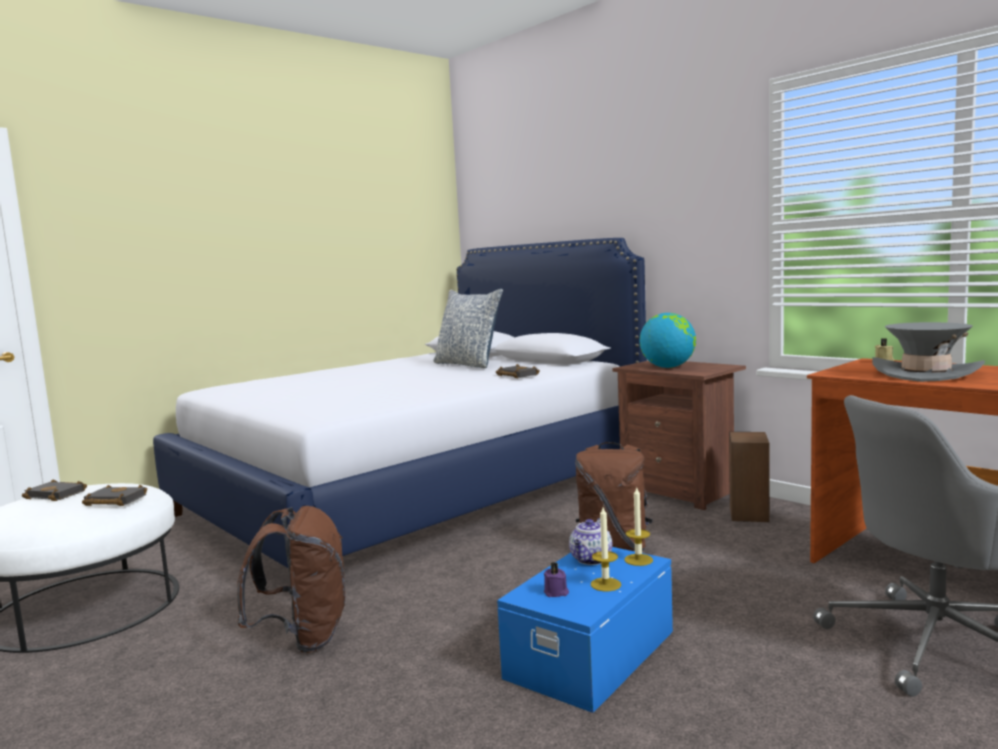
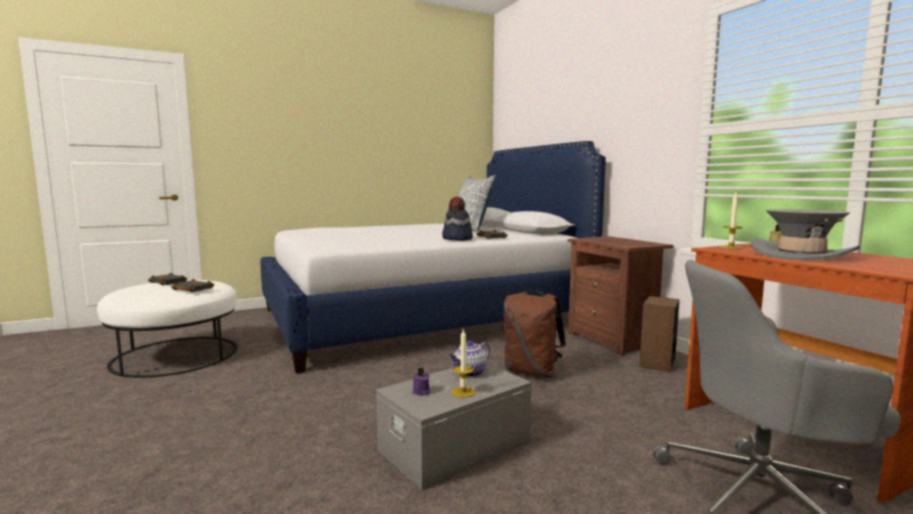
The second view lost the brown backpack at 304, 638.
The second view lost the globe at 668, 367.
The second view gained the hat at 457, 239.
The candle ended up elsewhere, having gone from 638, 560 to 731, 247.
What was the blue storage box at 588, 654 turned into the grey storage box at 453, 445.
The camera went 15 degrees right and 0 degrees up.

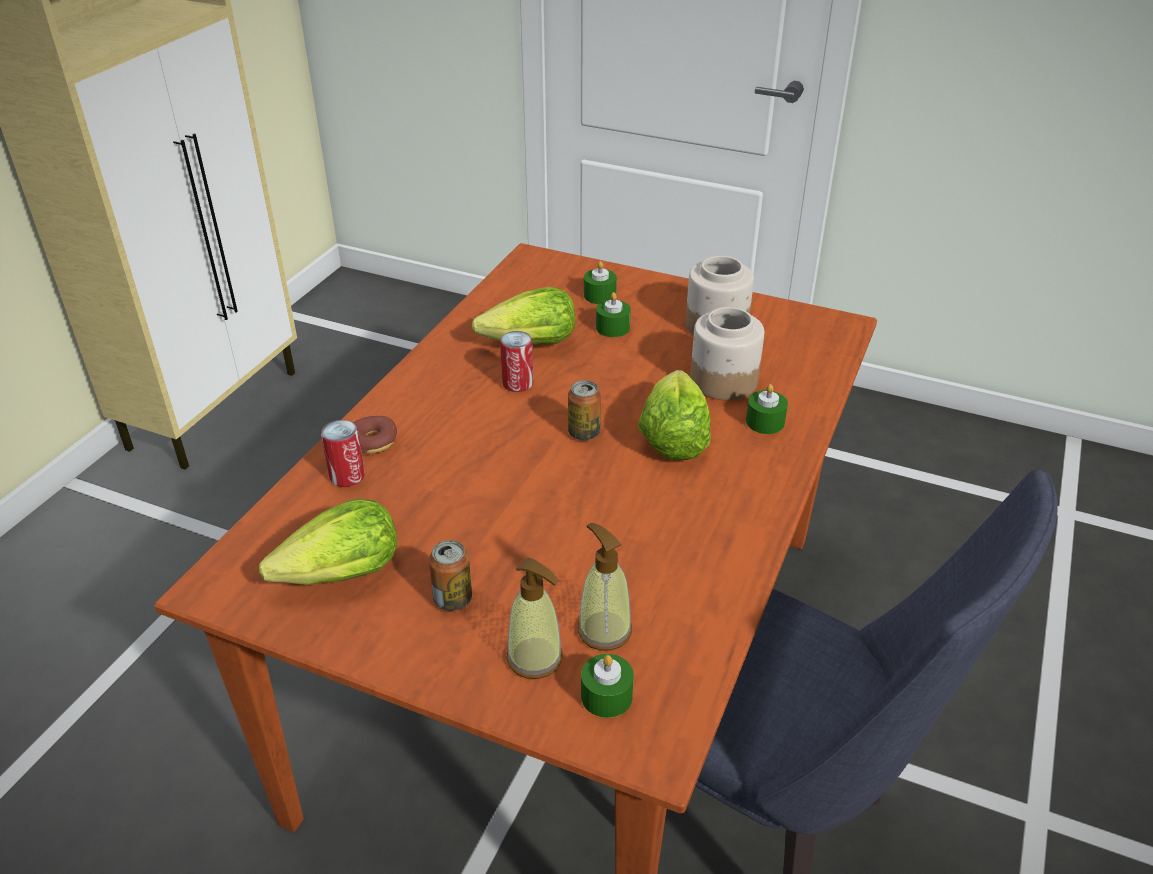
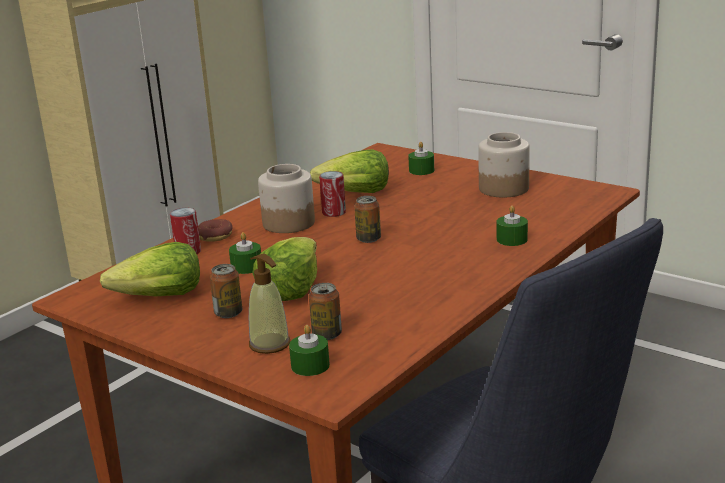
The green candle ended up elsewhere, having gone from 612, 328 to 246, 267.
The lettuce ended up elsewhere, having gone from 673, 437 to 290, 289.
The jar ended up elsewhere, having gone from 722, 381 to 288, 223.
Where the soap dispenser stood at 604, 630, the can came to stand at 327, 335.
The camera went 15 degrees right and 15 degrees down.

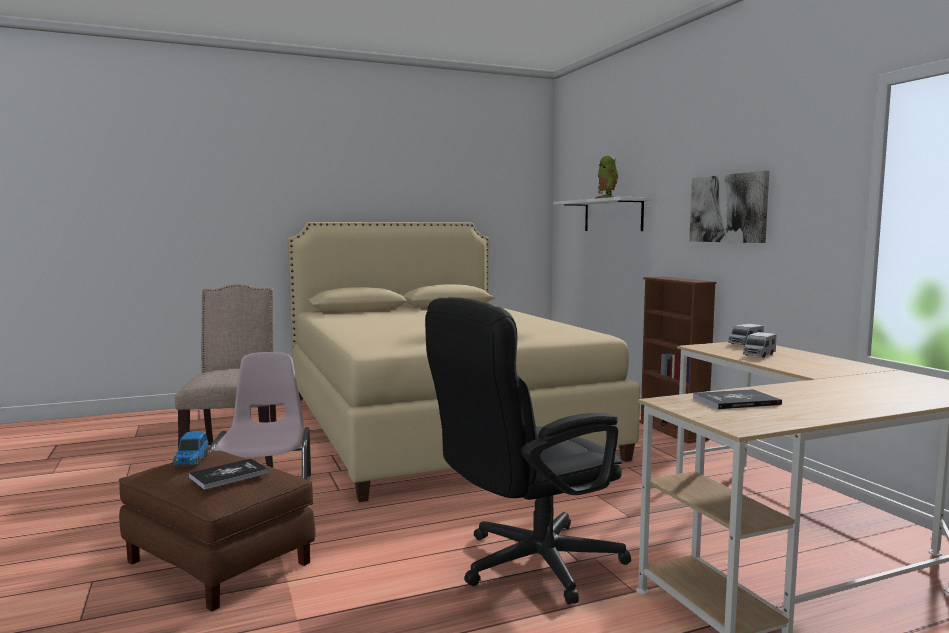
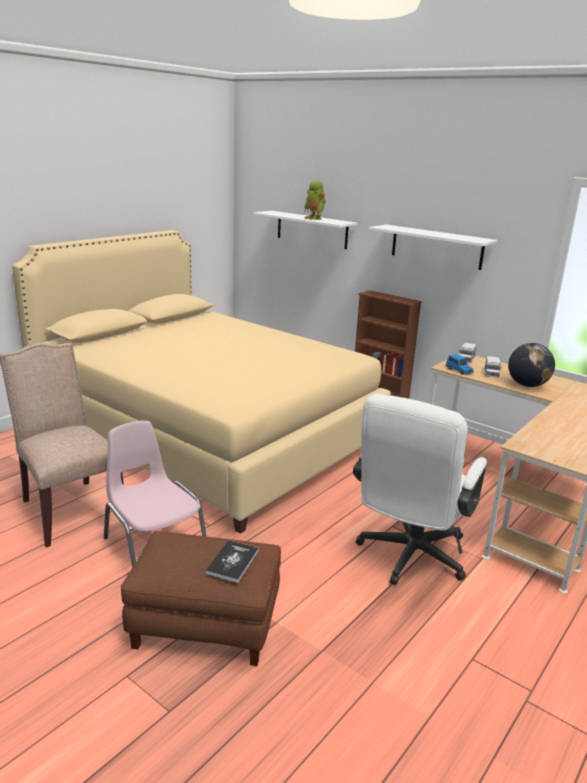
The second view lost the book at 736, 401.
The second view gained the globe at 527, 385.
The toy car ended up elsewhere, having gone from 191, 461 to 459, 371.
Where the picture hung at 728, 208, the white shelf came to hang at 436, 247.
What was the black office chair at 526, 566 turned into the white office chair at 409, 558.
The camera went 30 degrees left and 15 degrees up.

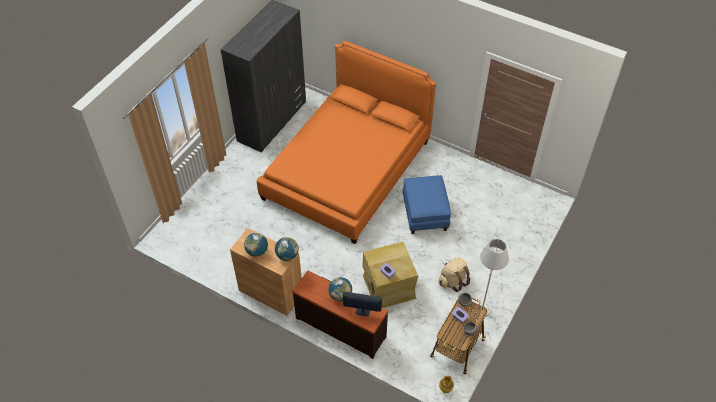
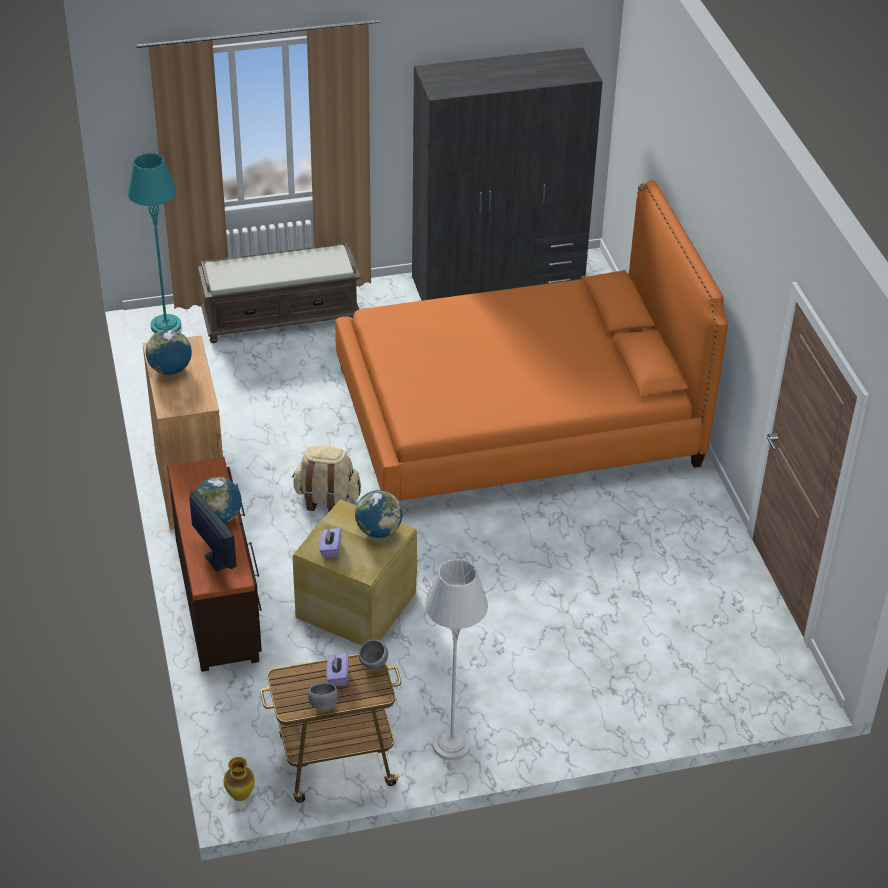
The second view lost the blue ottoman at 425, 214.
The second view gained the turquoise floor lamp at 165, 325.
The second view gained the brown bench at 282, 318.
The globe ended up elsewhere, having gone from 287, 255 to 378, 530.
The beige backpack ended up elsewhere, having gone from 453, 281 to 326, 498.
The camera went 45 degrees right and 10 degrees down.

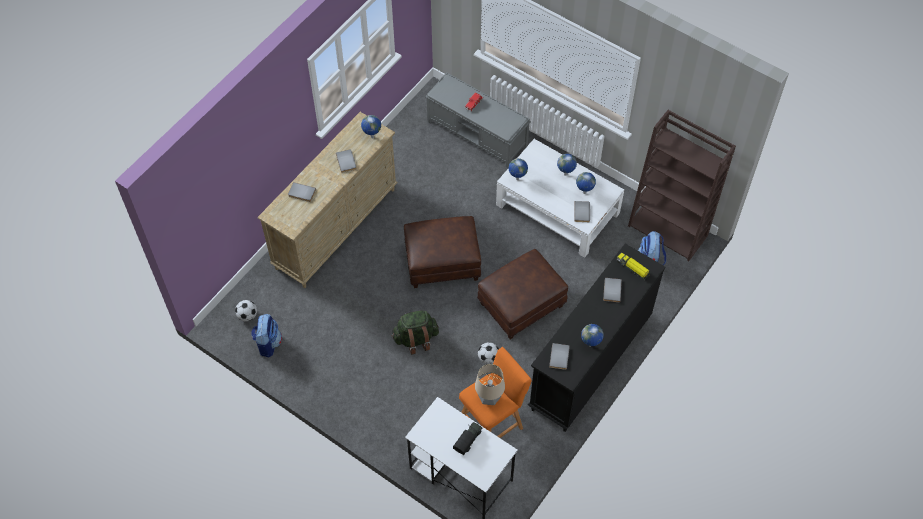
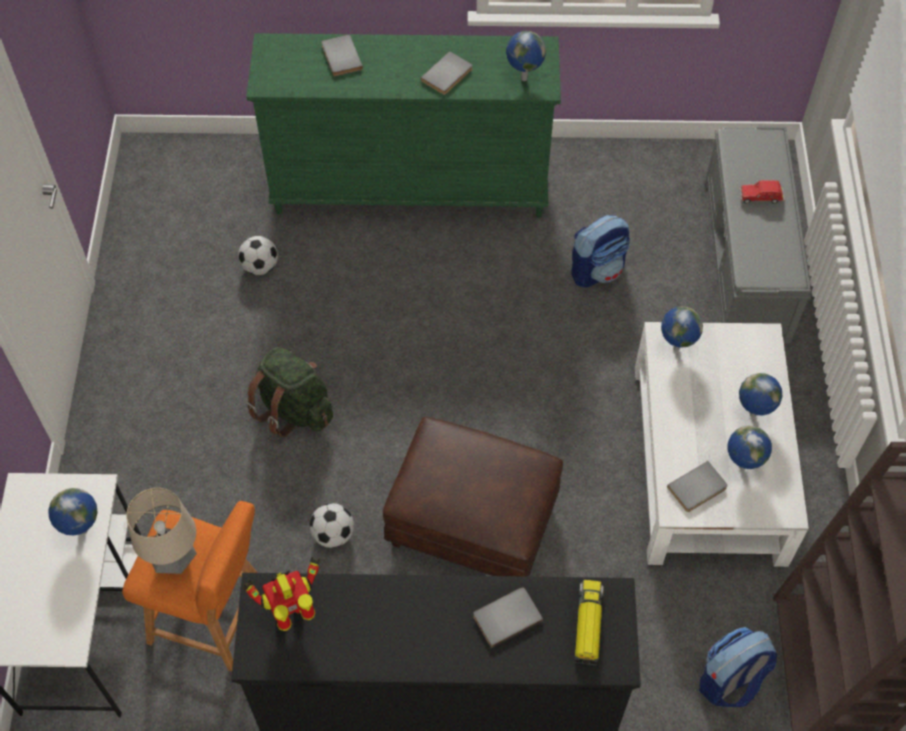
The second view lost the brown ottoman at 442, 264.
The second view lost the toy truck at 468, 440.
The football ended up elsewhere, having gone from 247, 315 to 260, 267.
The backpack ended up elsewhere, having gone from 268, 343 to 597, 270.
The globe ended up elsewhere, having gone from 590, 345 to 83, 531.
Where the grey book stood at 560, 357, the toy robot came to stand at 292, 613.
What was the beige dresser at 336, 228 turned into the green dresser at 411, 188.
The camera went 55 degrees right and 0 degrees up.

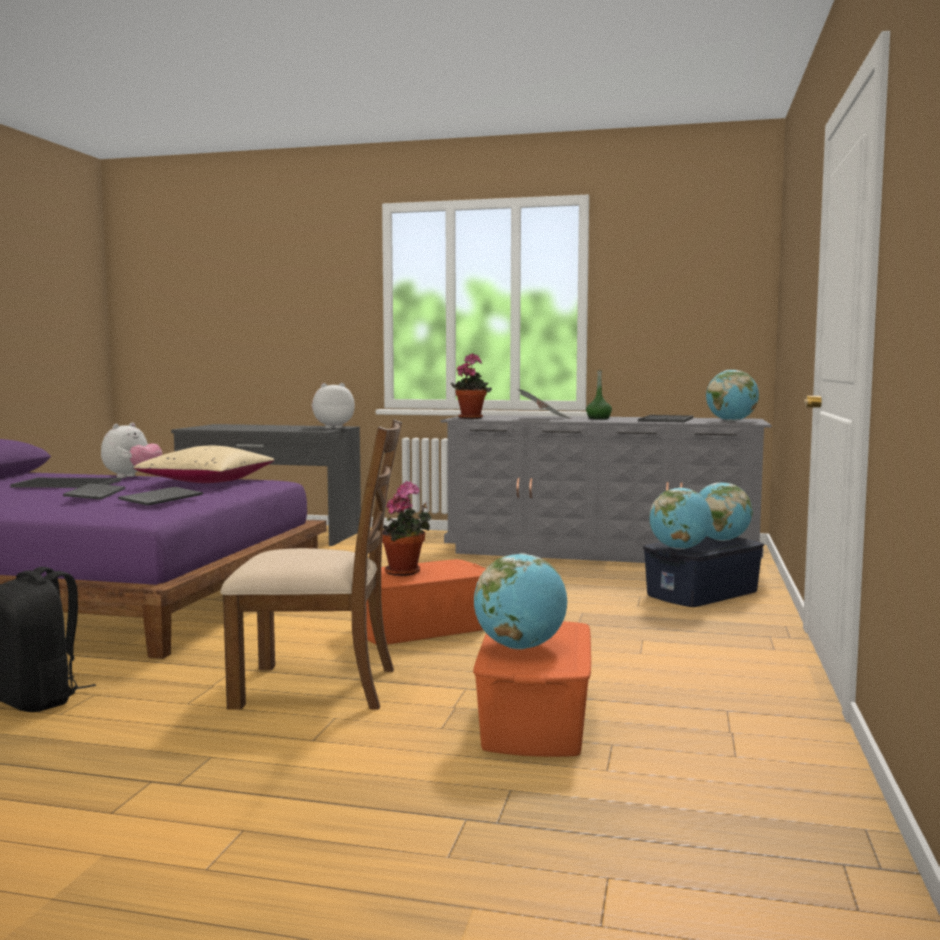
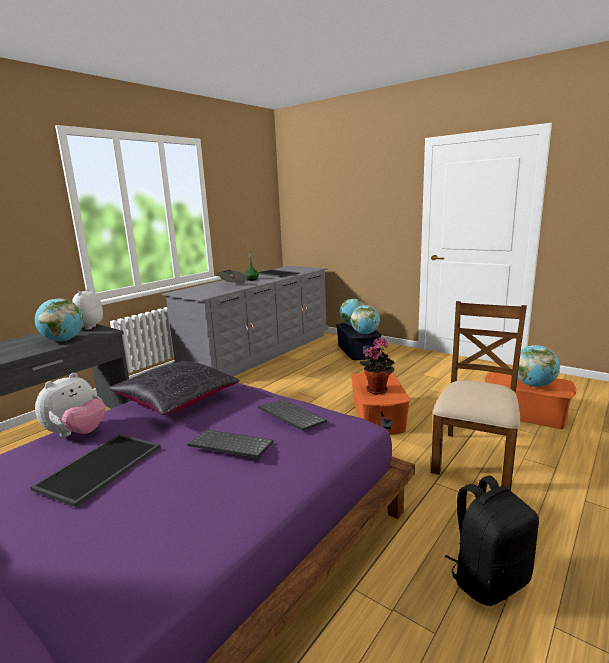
The second view lost the potted plant at 471, 418.
The globe ended up elsewhere, having gone from 731, 421 to 63, 340.
What was the beige pillow at 207, 482 turned into the black pillow at 176, 400.
The plush toy at 132, 477 ended up facing another way, 75 degrees clockwise from before.
The camera went 65 degrees left and 10 degrees up.

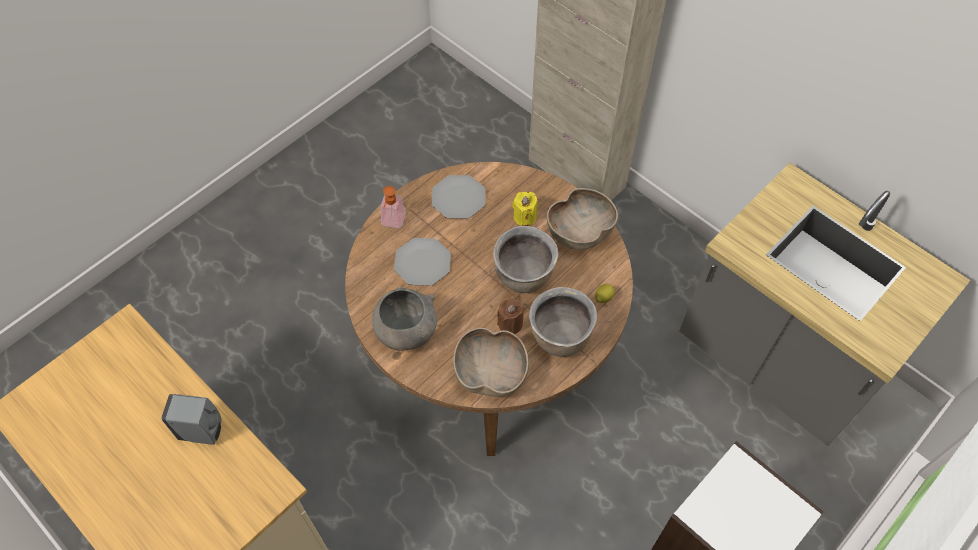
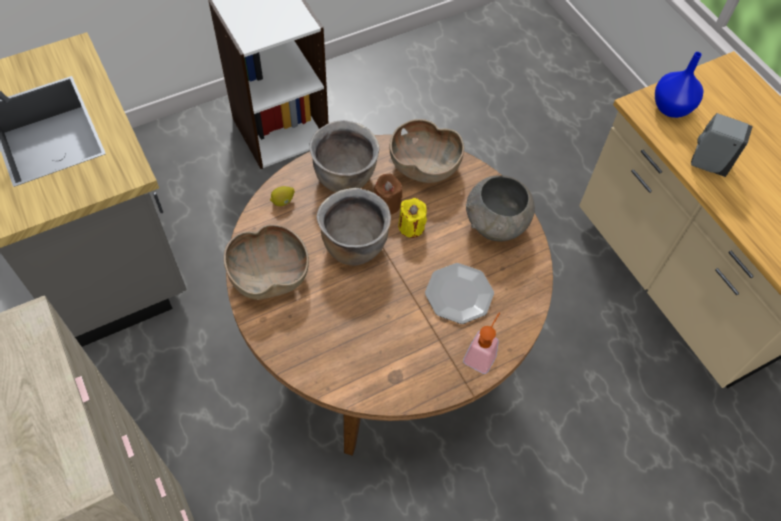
The second view lost the plate at 458, 198.
The second view gained the blue vase at 670, 108.
The yellow candle ended up elsewhere, having gone from 524, 217 to 411, 226.
The camera went 165 degrees left and 0 degrees up.

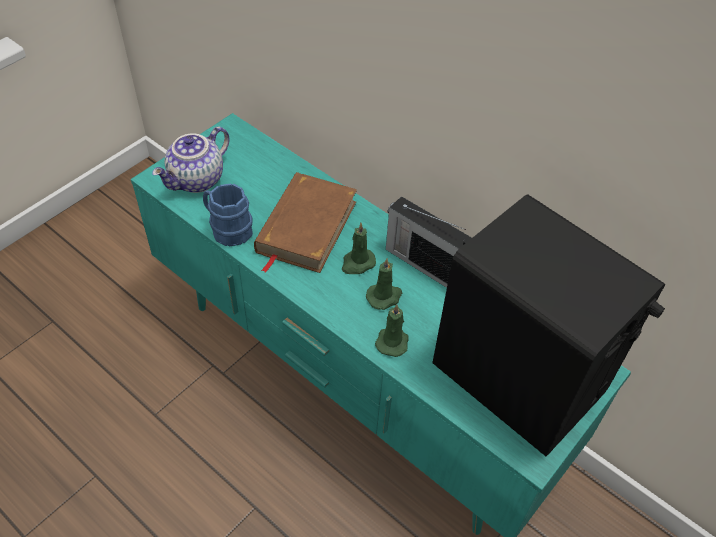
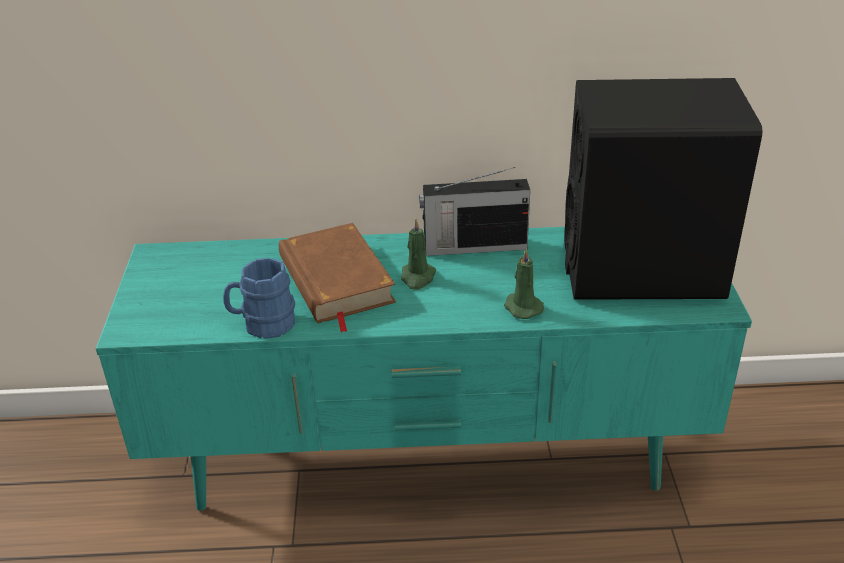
The second view lost the teapot at 197, 181.
The second view lost the green candle at 384, 296.
The camera went 40 degrees left and 15 degrees down.

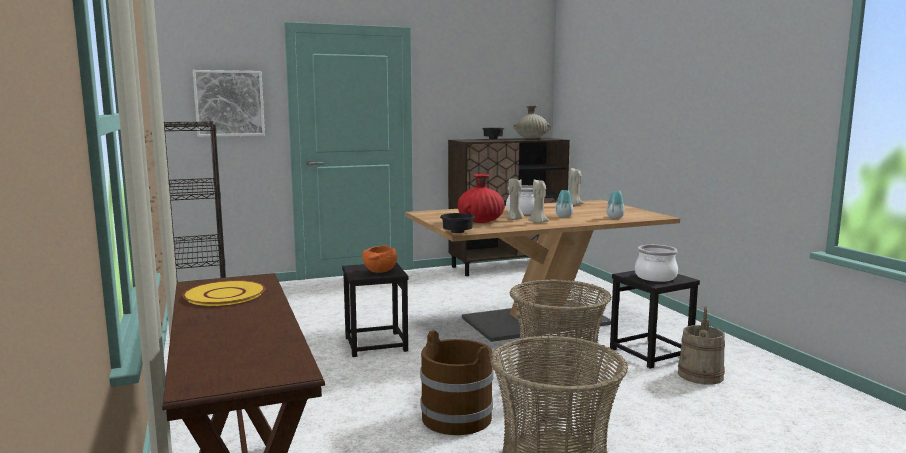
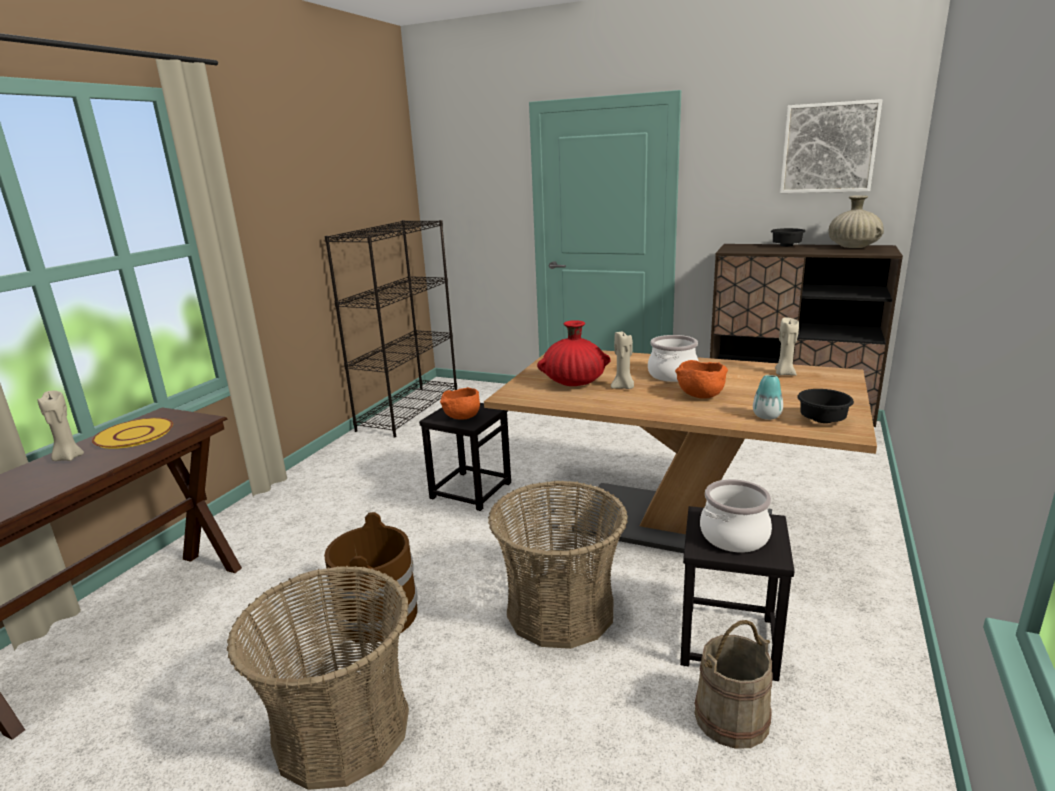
The picture ended up elsewhere, having gone from 229, 103 to 828, 148.
The black bowl ended up elsewhere, having gone from 456, 232 to 821, 420.
The beige candle ended up elsewhere, having gone from 538, 222 to 68, 458.
Where the vase stood at 564, 216, the orange bowl came to stand at 699, 396.
The camera went 45 degrees right and 10 degrees up.

